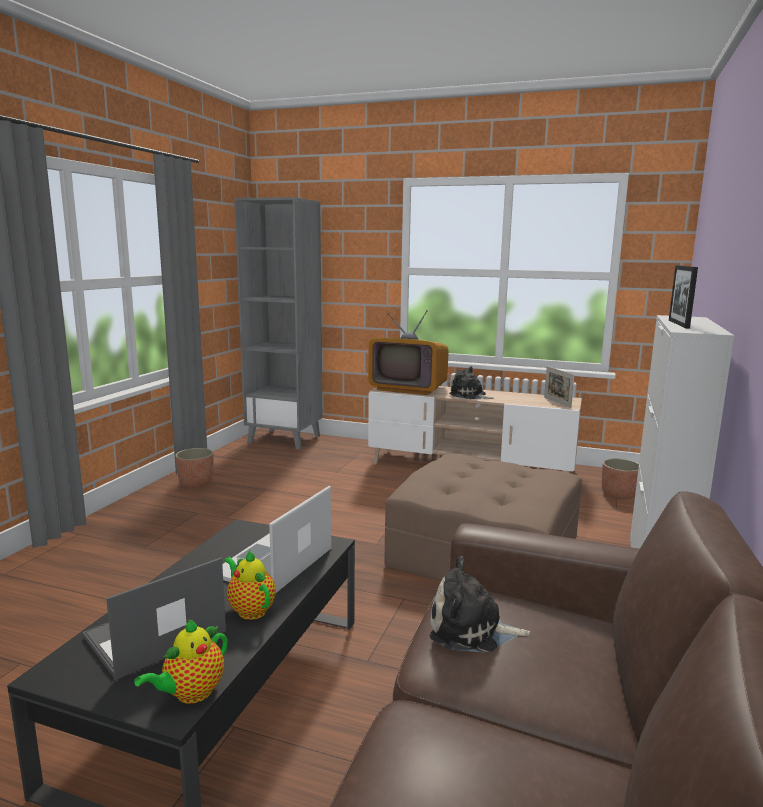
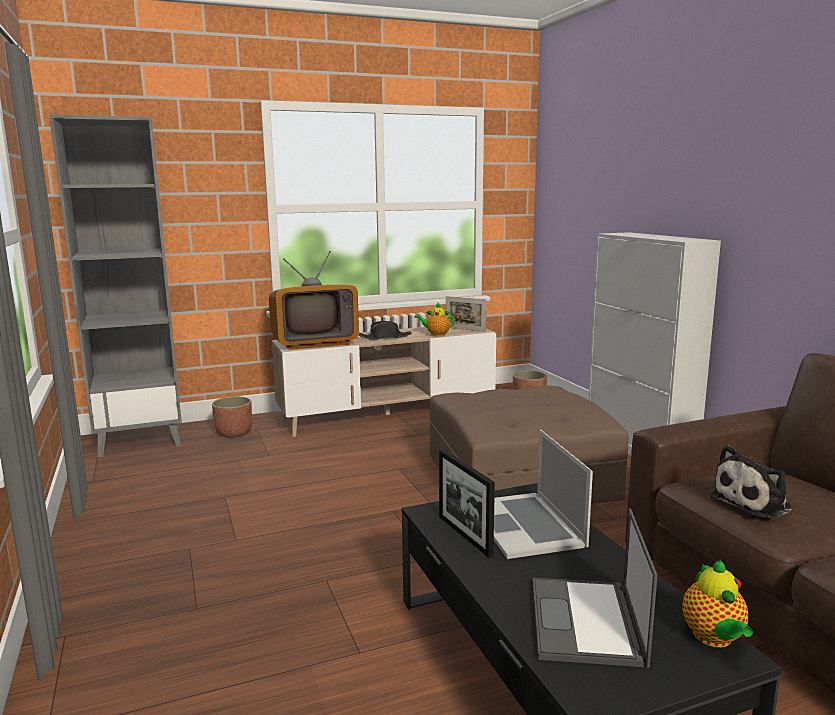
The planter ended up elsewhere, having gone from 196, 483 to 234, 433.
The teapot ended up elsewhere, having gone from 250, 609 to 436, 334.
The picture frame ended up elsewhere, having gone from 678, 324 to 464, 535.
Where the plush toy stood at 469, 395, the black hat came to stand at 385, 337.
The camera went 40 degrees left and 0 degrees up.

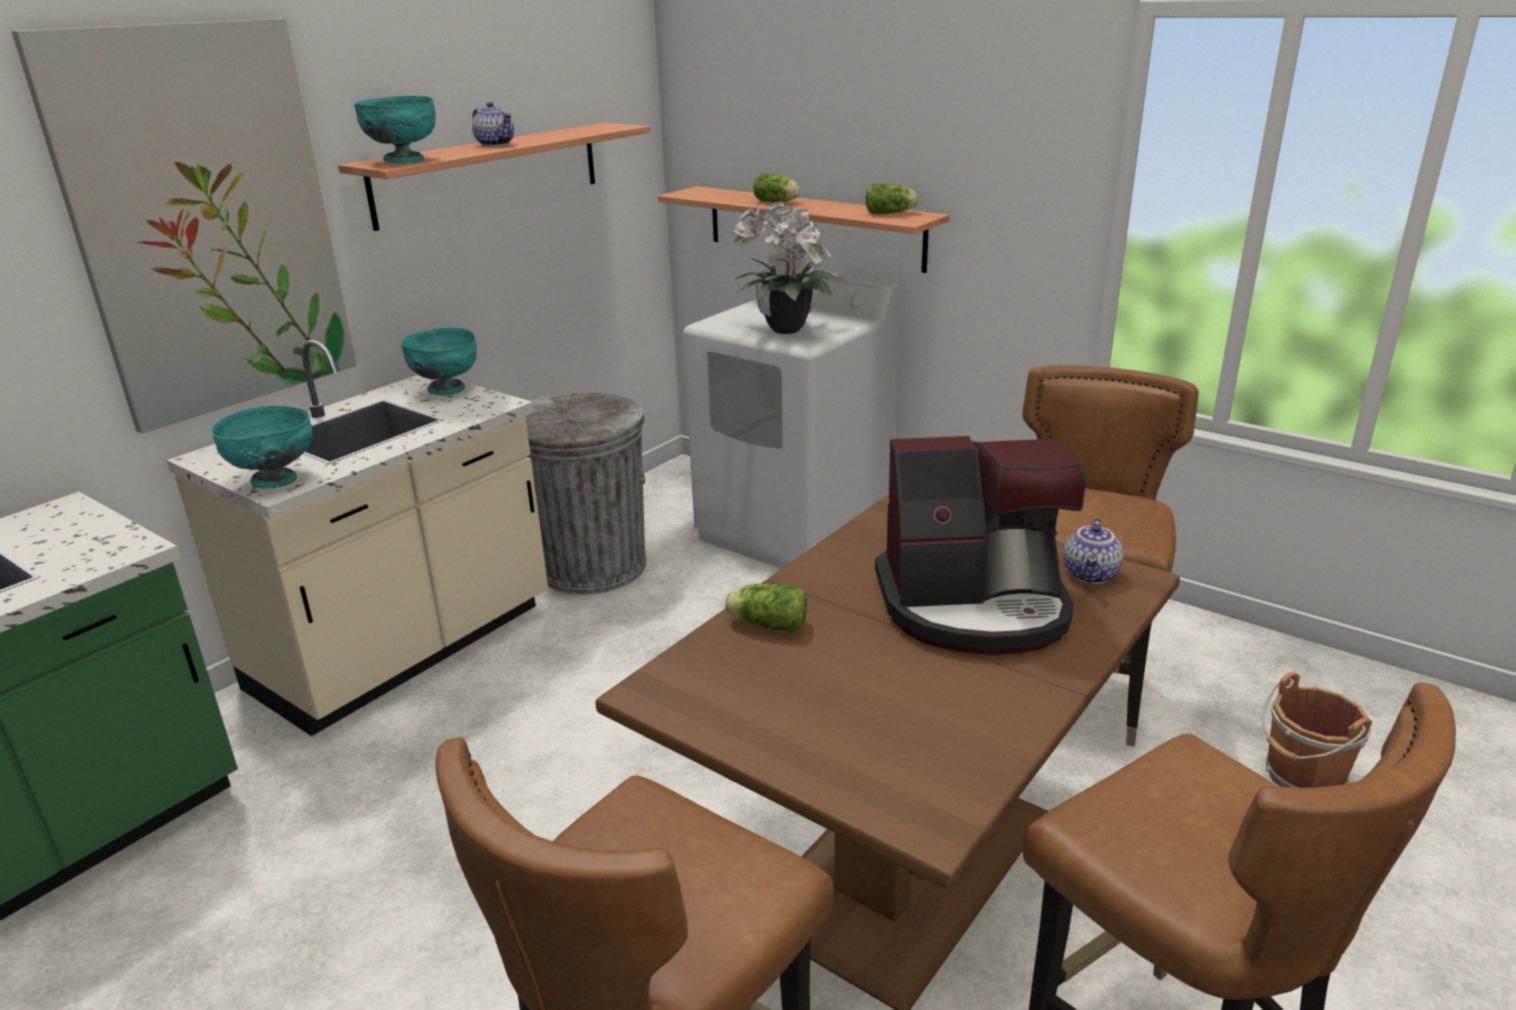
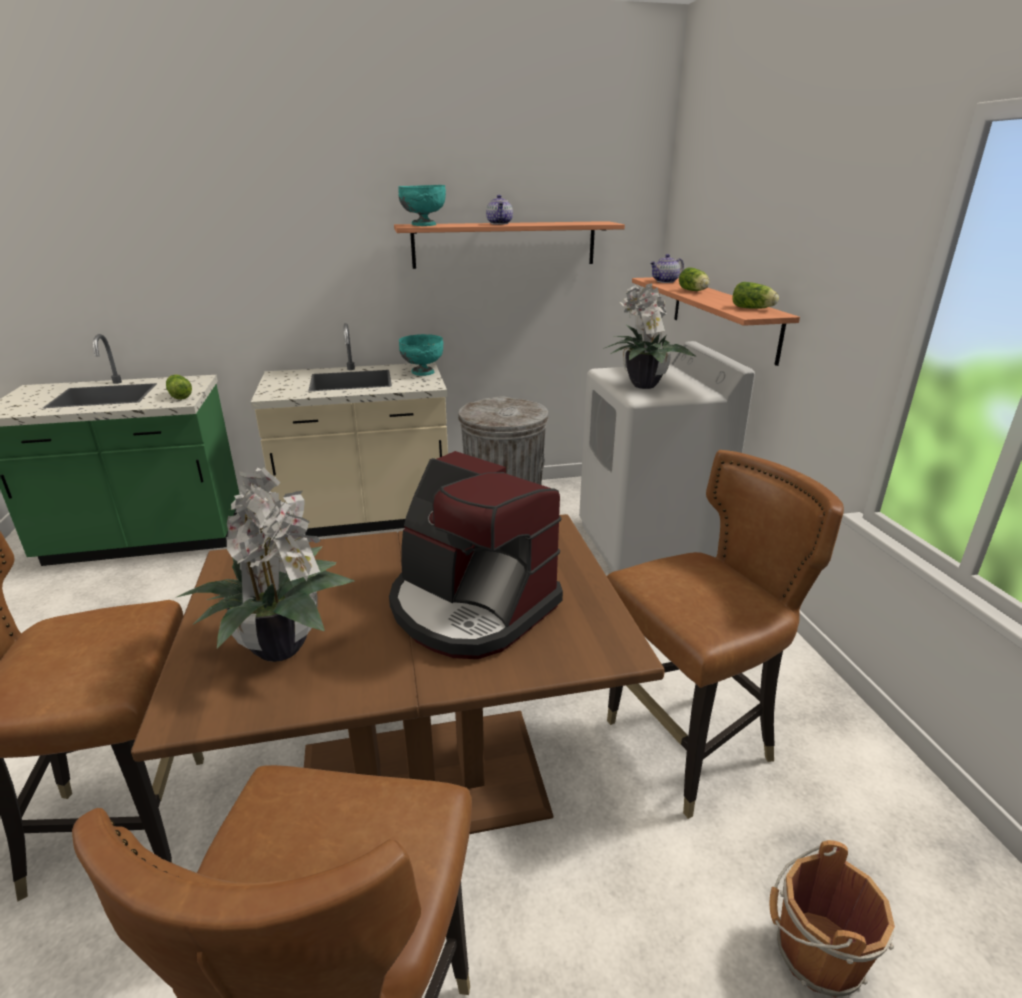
The second view lost the picture at 207, 224.
The second view lost the turquoise bowl at 275, 481.
The second view gained the potted plant at 281, 645.
The lettuce ended up elsewhere, having gone from 765, 624 to 180, 395.
The teapot ended up elsewhere, having gone from 1092, 575 to 665, 281.
The camera went 40 degrees right and 0 degrees up.

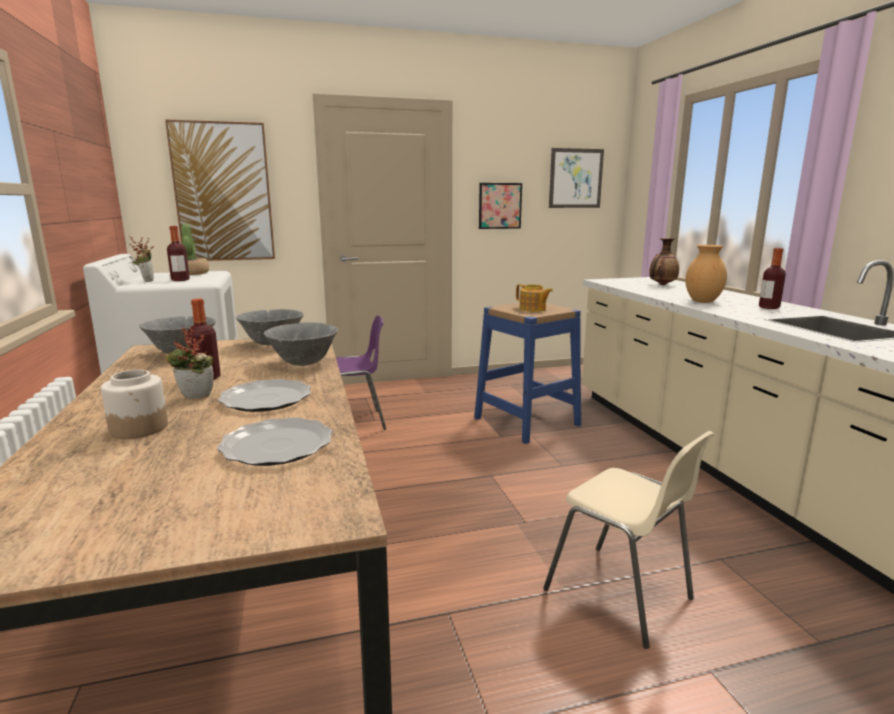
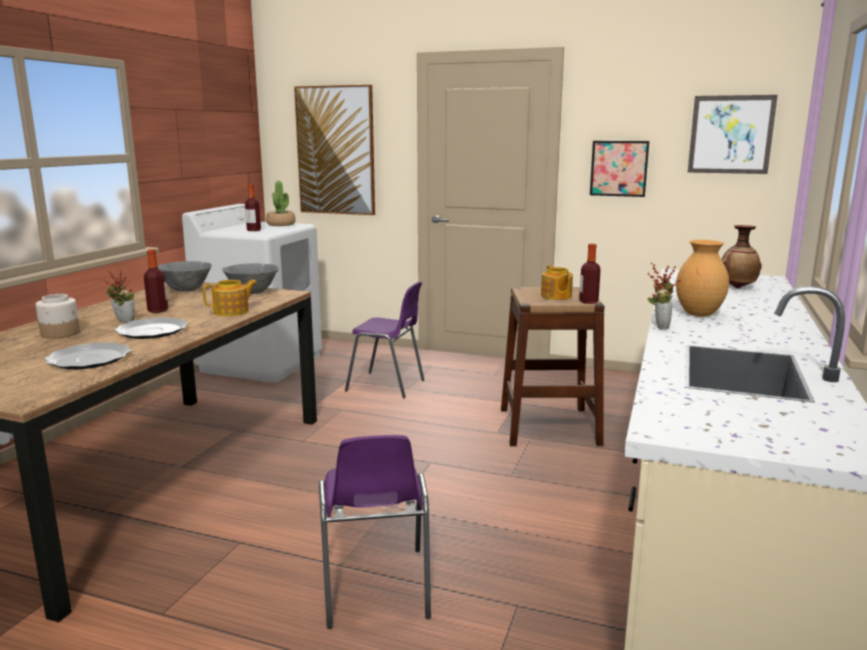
The potted plant ended up elsewhere, having gone from 146, 281 to 659, 326.
The bottle ended up elsewhere, having gone from 769, 307 to 588, 302.
Where the grey bowl stood at 304, 363, the teapot came to stand at 232, 312.
What was the blue stool at 526, 421 turned into the brown stool at 548, 426.
What was the beige chair at 621, 595 turned into the purple chair at 375, 589.
The camera went 35 degrees right and 0 degrees up.

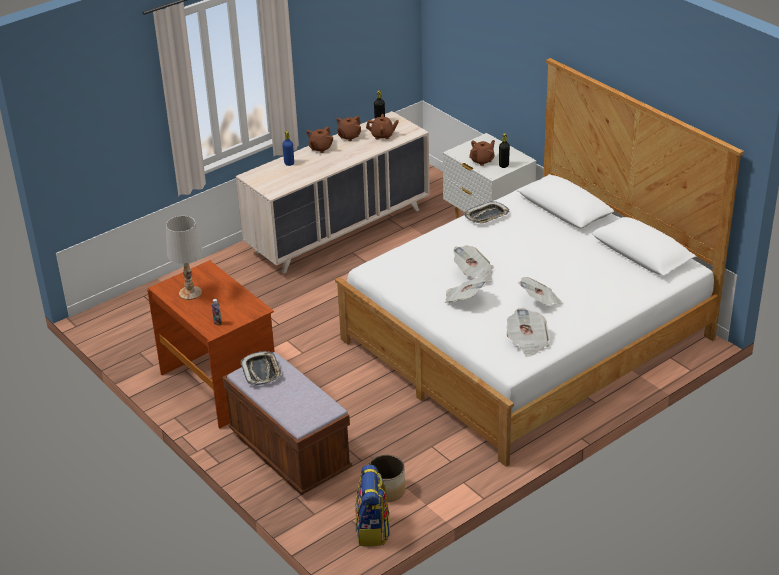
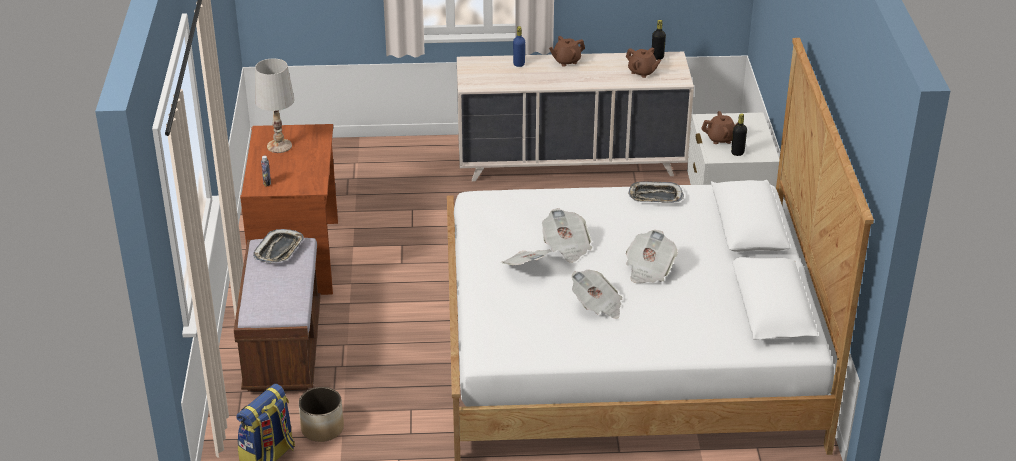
The second view lost the brown teapot at 349, 136.
The newspaper ended up elsewhere, having gone from 527, 342 to 648, 269.
The camera went 35 degrees right and 0 degrees up.

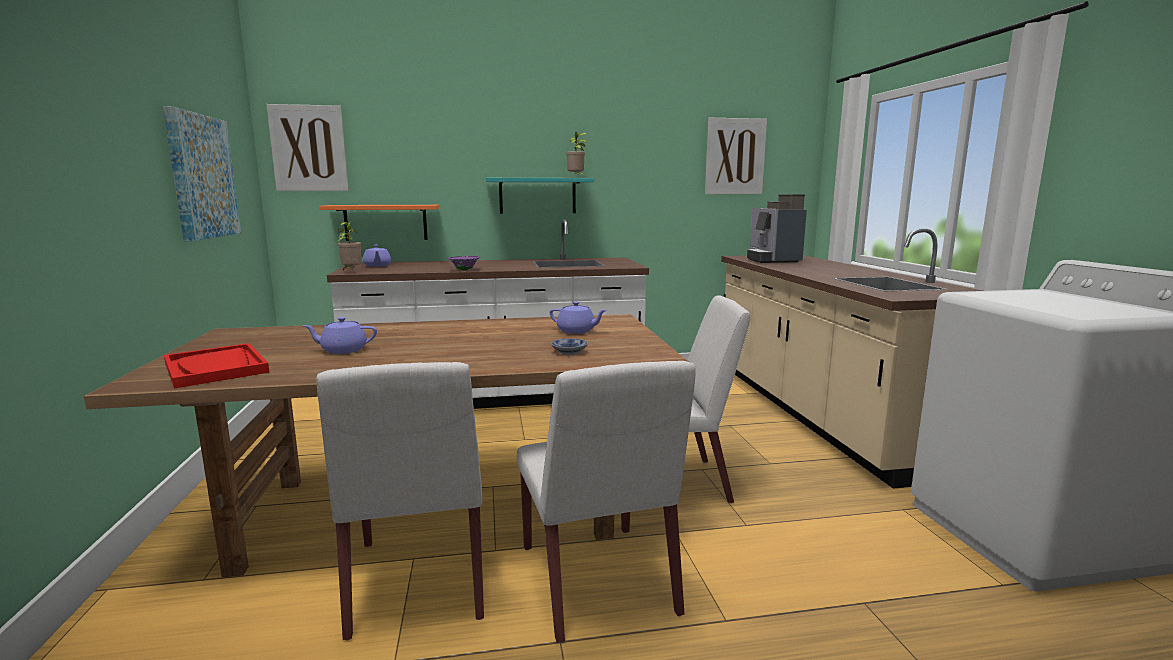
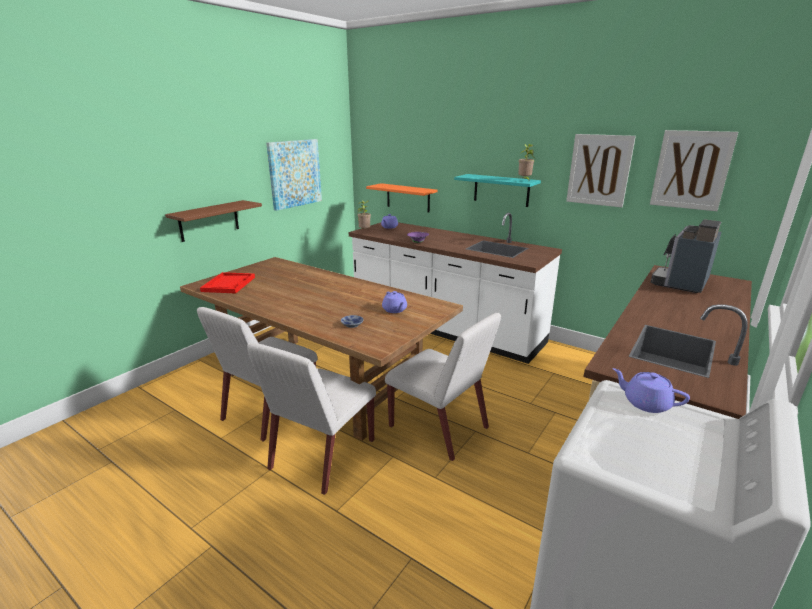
The second view gained the brown shelf at 209, 220.
The picture ended up elsewhere, having gone from 309, 148 to 599, 170.
The purple teapot ended up elsewhere, having gone from 343, 350 to 645, 403.
The camera went 45 degrees right and 10 degrees up.

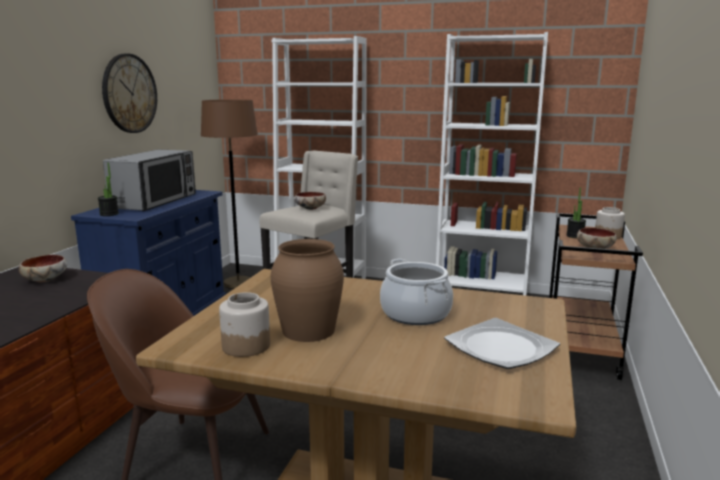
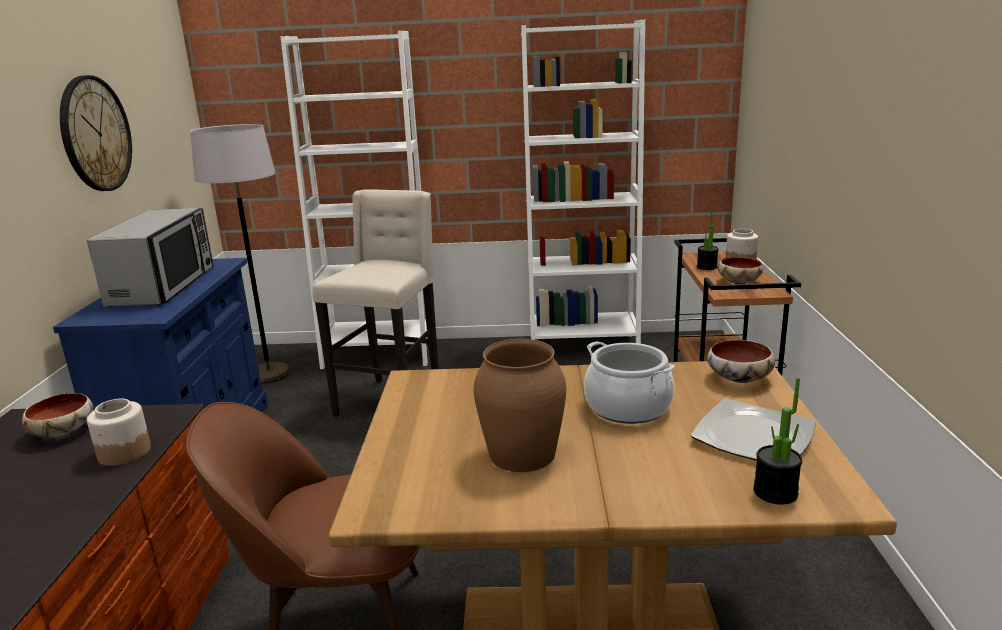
The potted plant ended up elsewhere, having gone from 109, 214 to 775, 492.
The jar ended up elsewhere, having gone from 245, 346 to 124, 453.
The bowl ended up elsewhere, having gone from 310, 208 to 739, 379.
What was the brown floor lamp at 238, 284 turned into the grey floor lamp at 269, 374.
The camera went 15 degrees left and 5 degrees up.

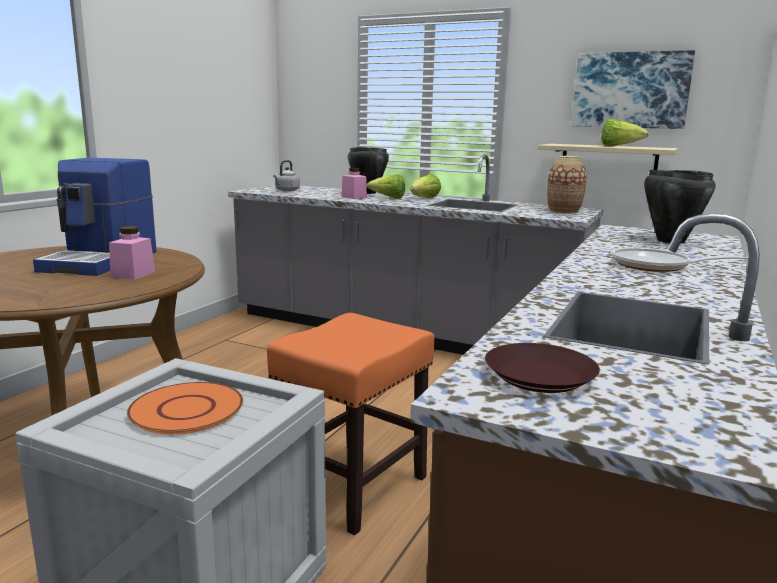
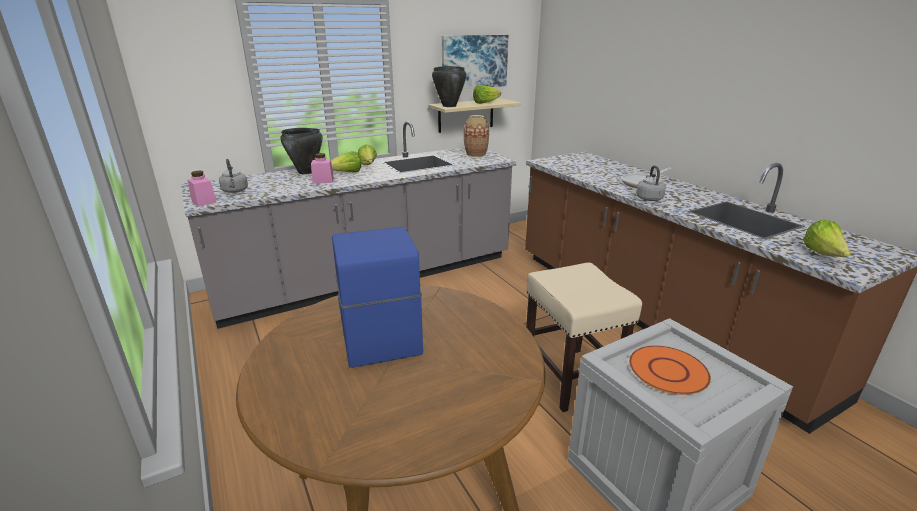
The second view gained the grey kettle at 648, 198.
The pink jar ended up elsewhere, having gone from 133, 274 to 204, 201.
The black cooking pot ended up elsewhere, having gone from 670, 241 to 449, 106.
Where the brown plate stood at 541, 376, the lettuce came to stand at 823, 255.
What was the orange stool at 352, 487 turned into the beige stool at 571, 378.
The coffee machine at 102, 261 ended up facing another way, 150 degrees counterclockwise from before.
The camera went 55 degrees left and 10 degrees up.

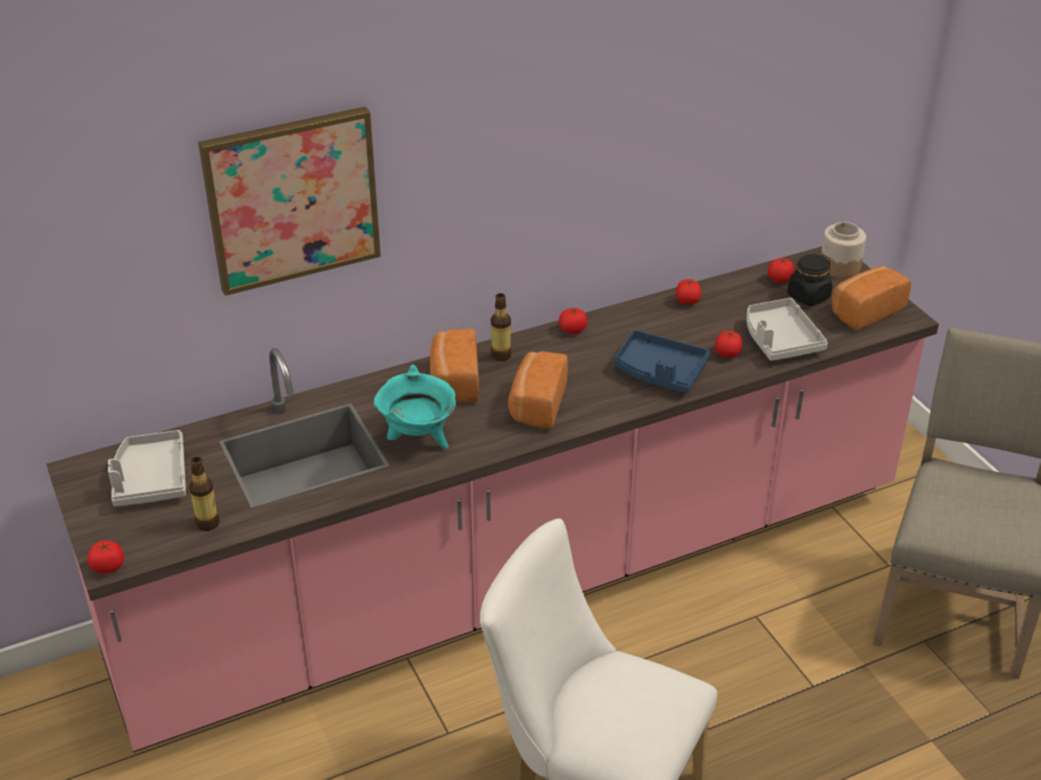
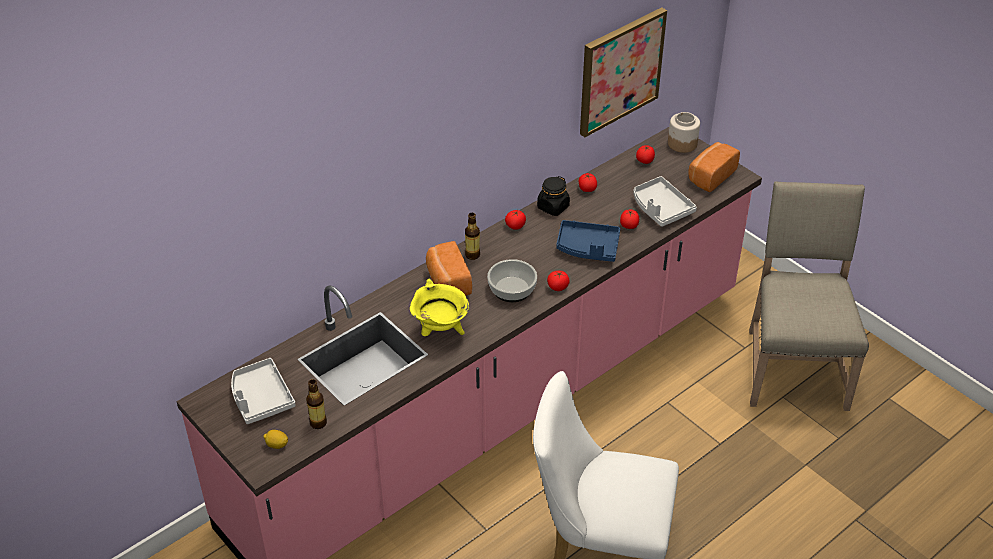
The second view gained the lemon at 277, 445.
The tomato ended up elsewhere, having gone from 108, 567 to 558, 287.
The picture ended up elsewhere, having gone from 292, 199 to 620, 71.
The black jar ended up elsewhere, having gone from 808, 296 to 553, 207.
Where the bread stood at 536, 405, the bowl came to stand at 512, 289.
What was the turquoise cooking pot at 418, 439 turned into the yellow cooking pot at 440, 331.
The camera went 15 degrees left and 5 degrees up.

